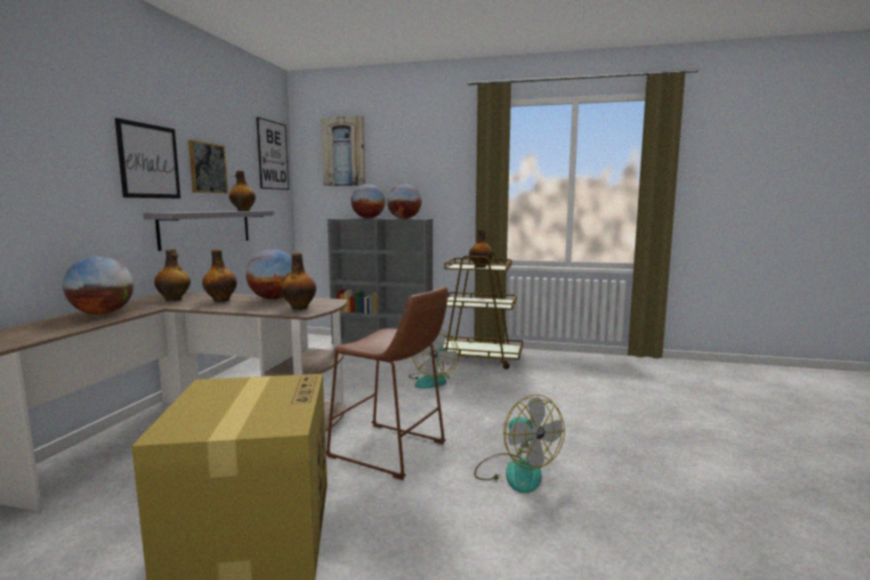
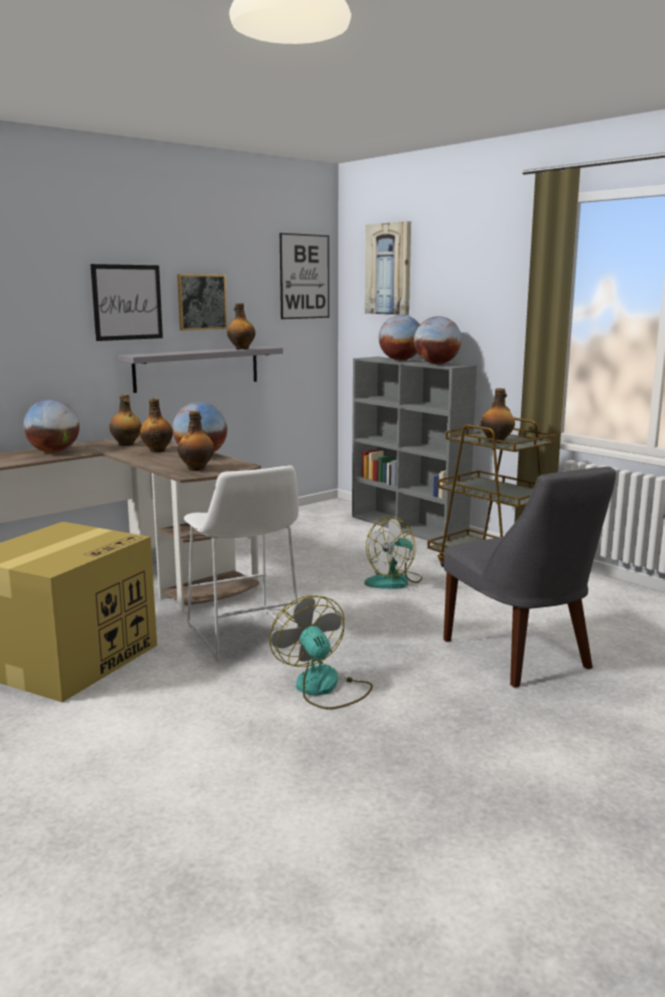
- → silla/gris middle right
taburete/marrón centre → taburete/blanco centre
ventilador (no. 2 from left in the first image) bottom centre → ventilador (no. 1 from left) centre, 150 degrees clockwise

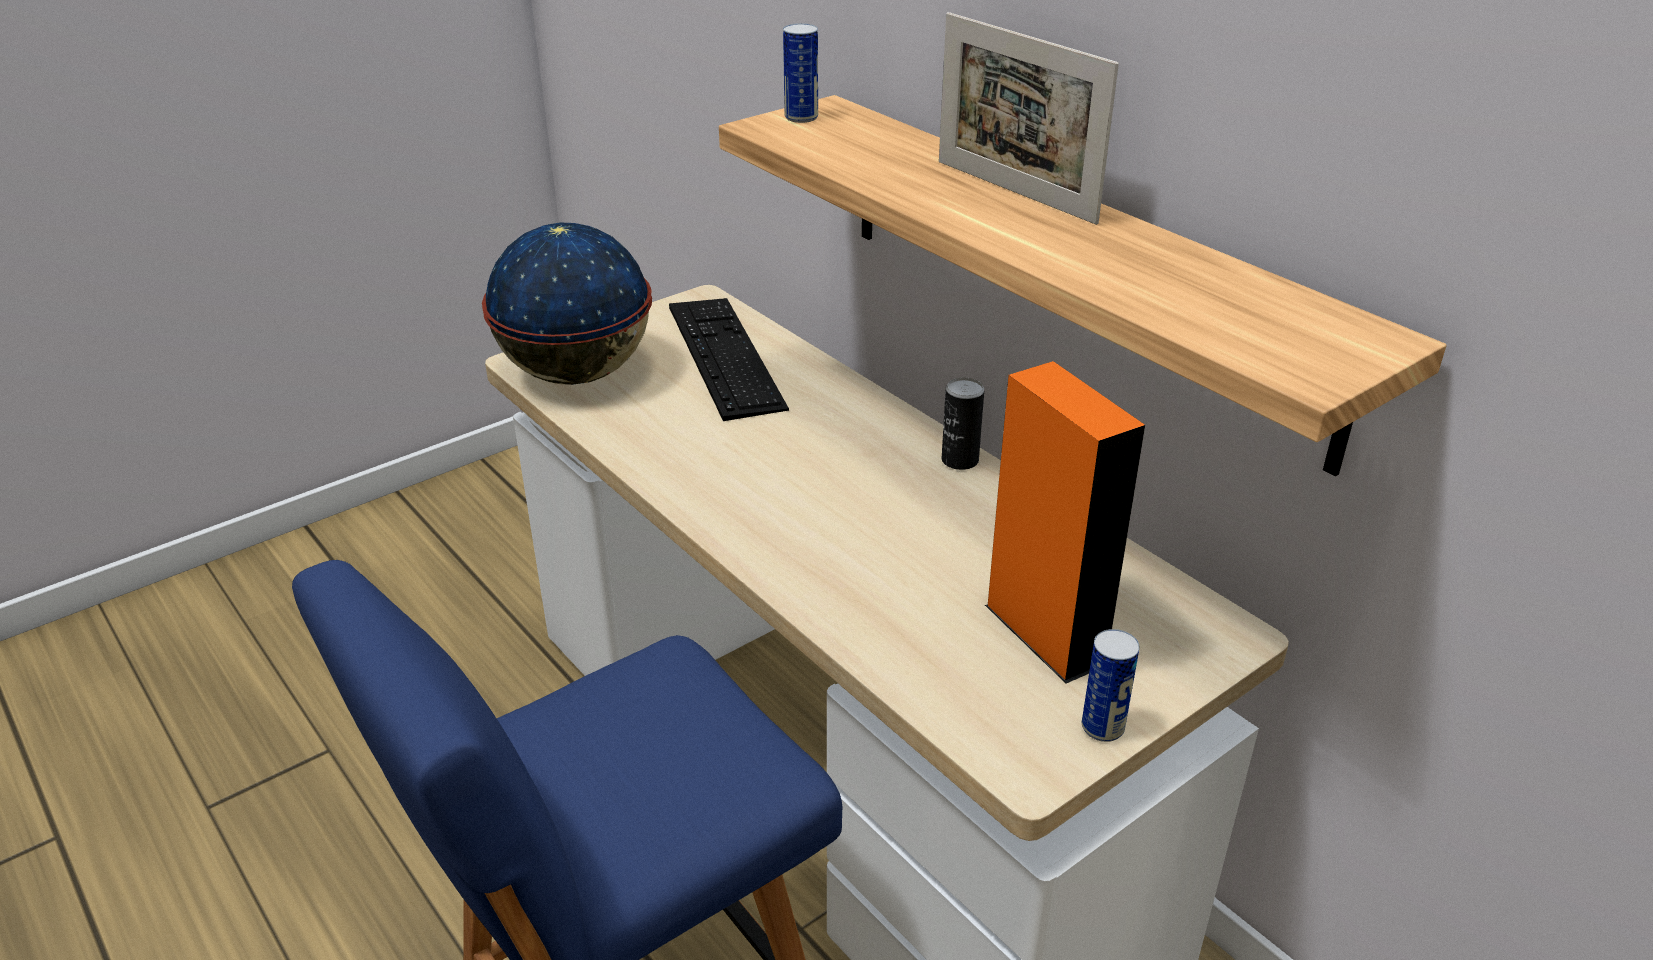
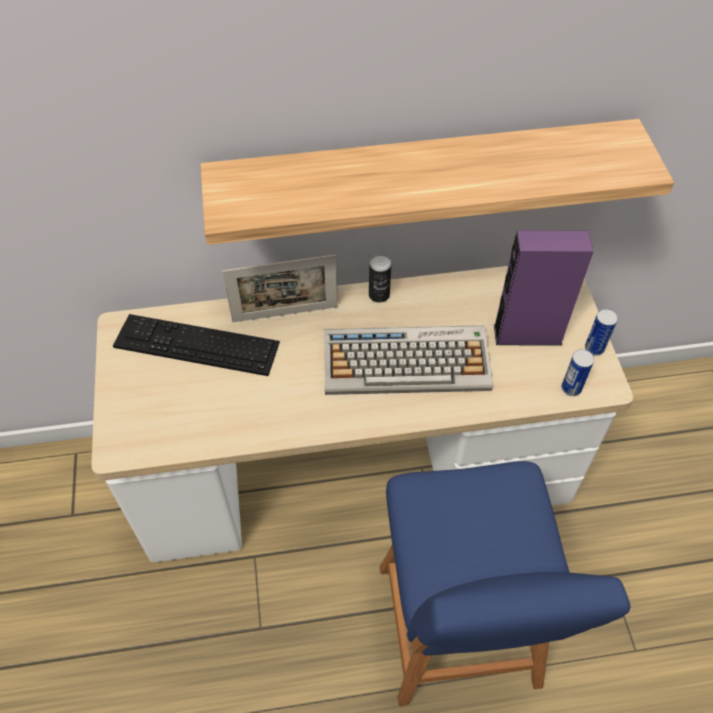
globo terráqueo top centre → -
- → teclado (no. 2 from left) centre
lata (no. 1 from left in the first image) top centre → lata (no. 2 from left) middle right, relocated
portarretratos top centre → portarretratos centre, relocated
altavoz/naranja centre → altavoz/morado middle right

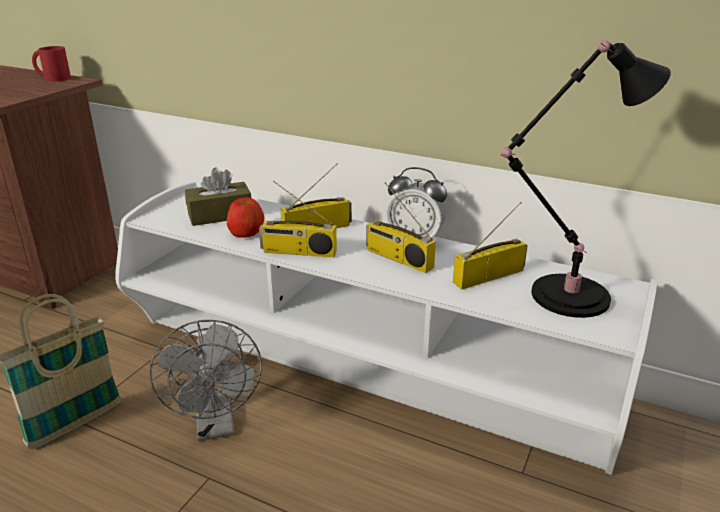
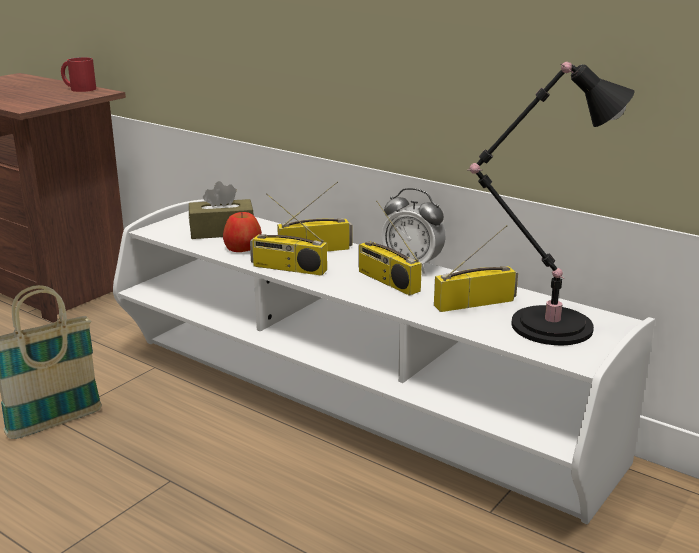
ventilador/gris bottom left → -

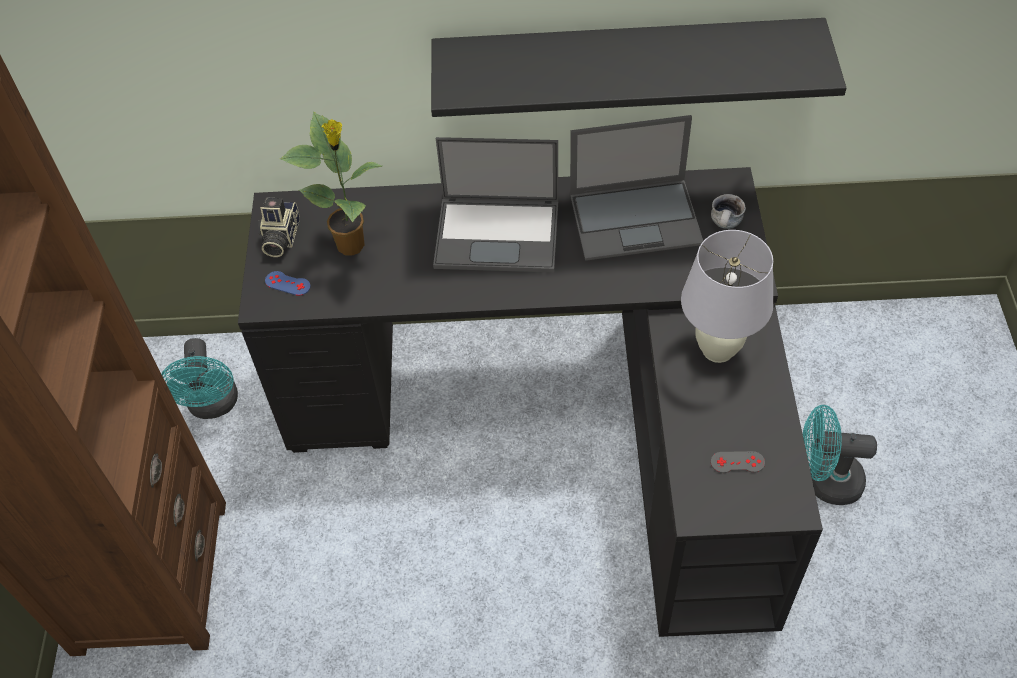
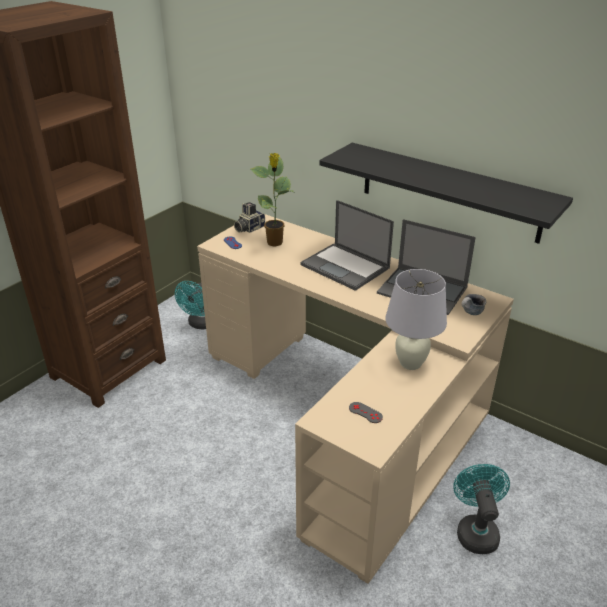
escritorio/negro centre → escritorio/beis centre
ventilador/turquesa (no. 2 from left) bottom right, 45 degrees clockwise

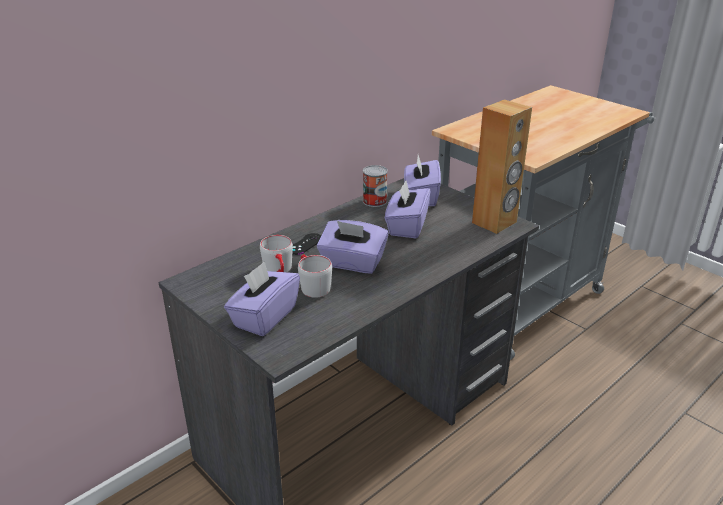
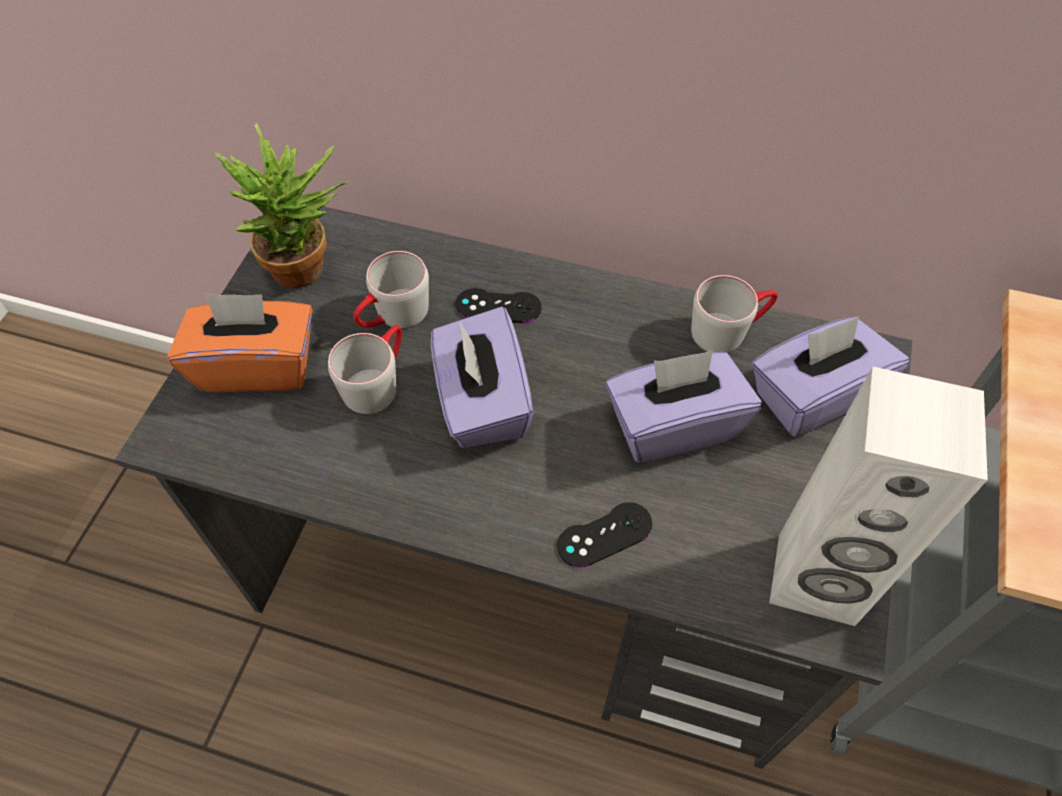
- → planta en maceta top left
- → mando de consola/negro (no. 2 from left) bottom centre
lata centre → taza grande/gris (no. 3 from left) middle right
caja de pañuelos/morado (no. 1 from left) centre → caja de pañuelos/naranja middle left
altavoz/marrón top right → altavoz/blanco middle right

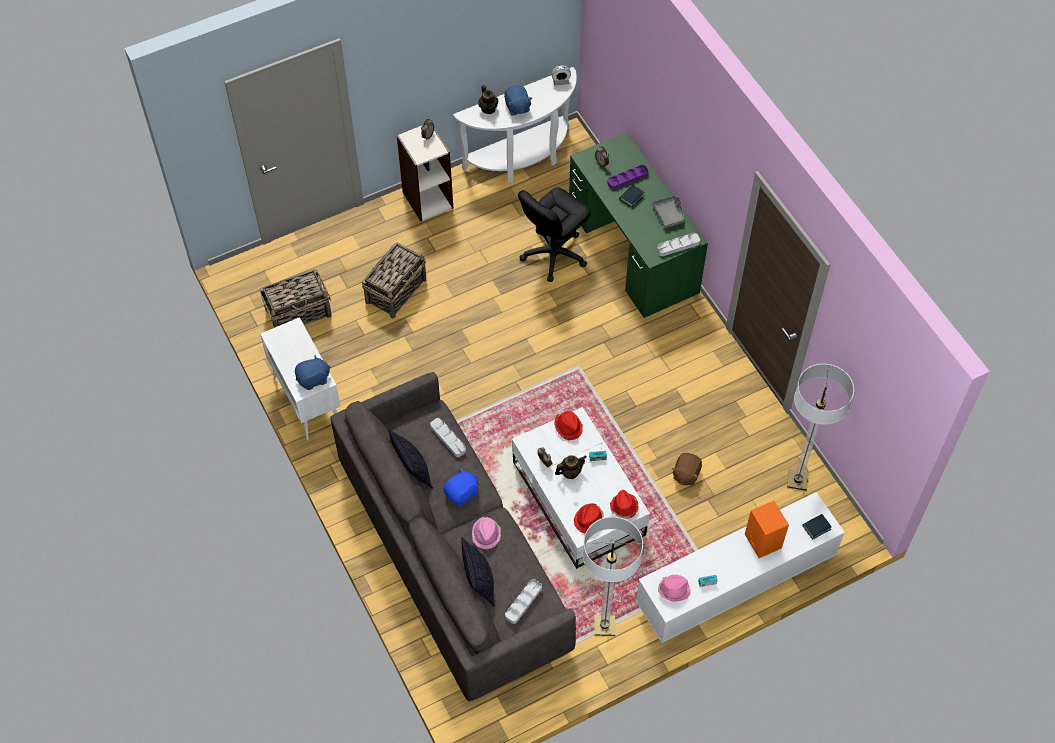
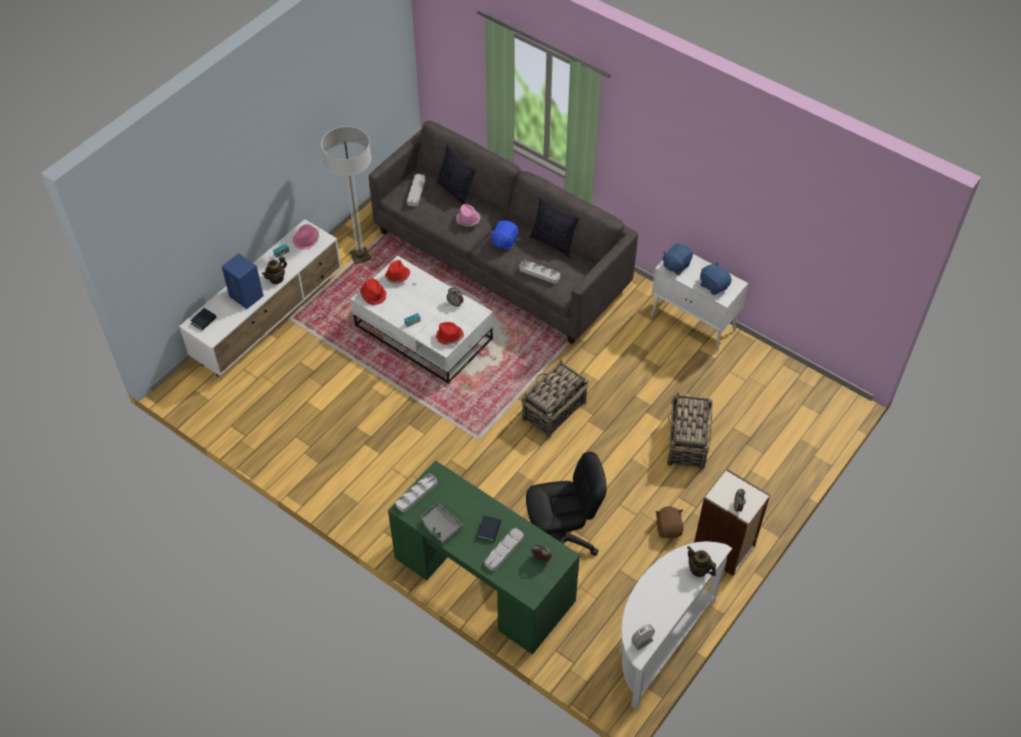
lámpara de pie (no. 2 from left) middle right → -
cesta (no. 1 from left) middle left → cesta (no. 1 from left) centre, relocated
peluche/azul (no. 3 from left) top centre → peluche/azul (no. 3 from left) middle right, relocated
tetera (no. 2 from left in the first image) centre → tetera (no. 1 from left) middle left, relocated
peluche/marrón centre → peluche/marrón bottom centre, relocated
bandeja/morado top centre → bandeja/gris (no. 4 from left) bottom centre
altavoz/naranja bottom right → altavoz/azul middle left
silla de oficina/negro top centre → silla de oficina/negro bottom centre, 60 degrees clockwise

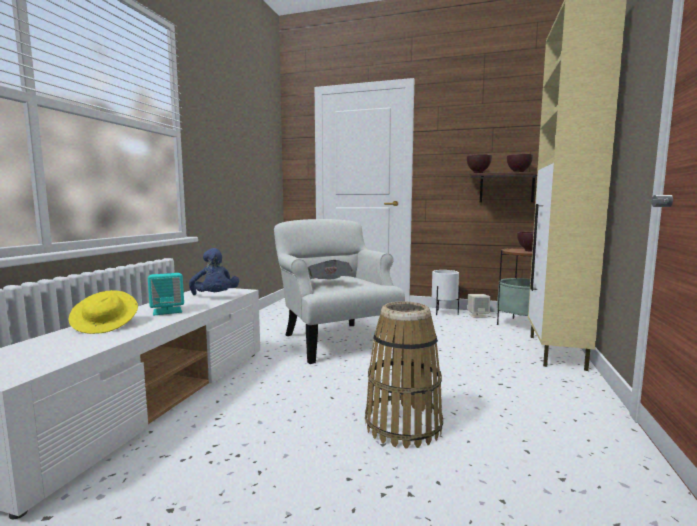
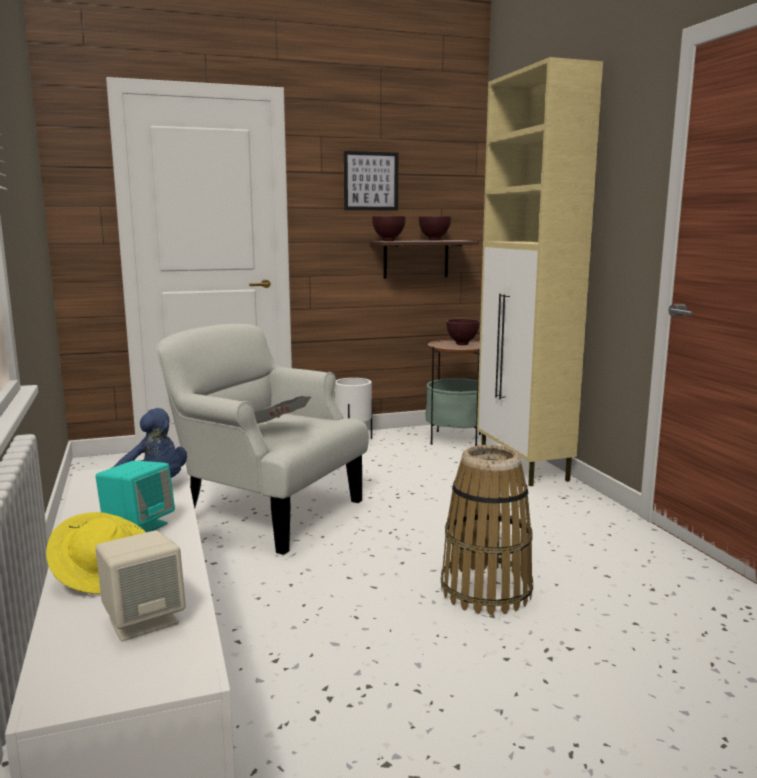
- → cuadro top centre
altavoz/beis middle right → altavoz/beis bottom left, relocated

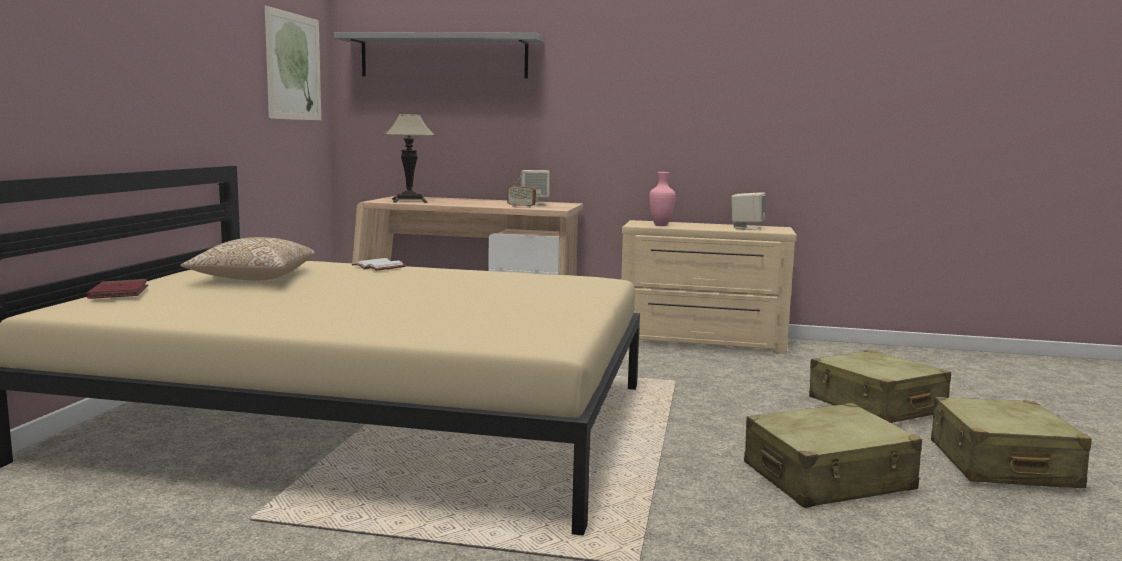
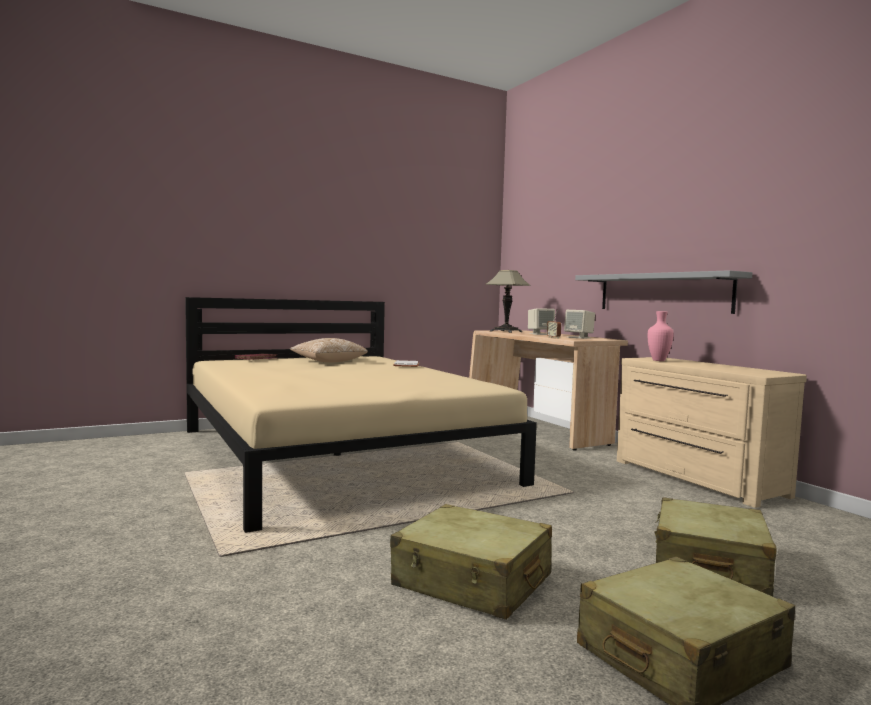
cuadro top left → -
estante/gris top centre → estante/gris middle right, relocated
altavoz/beis (no. 2 from left in the first image) middle right → altavoz/beis (no. 1 from left) centre, relocated

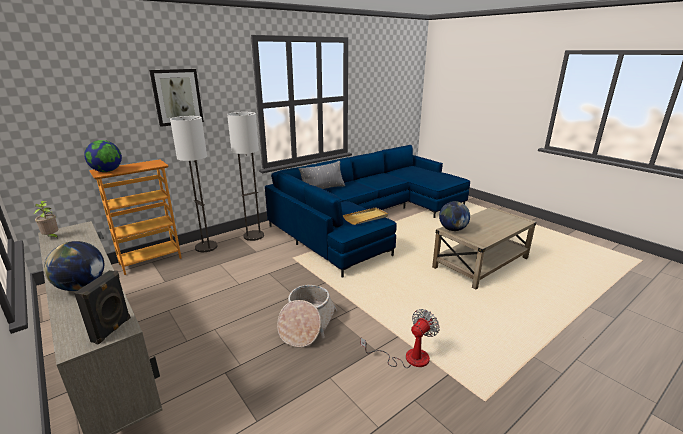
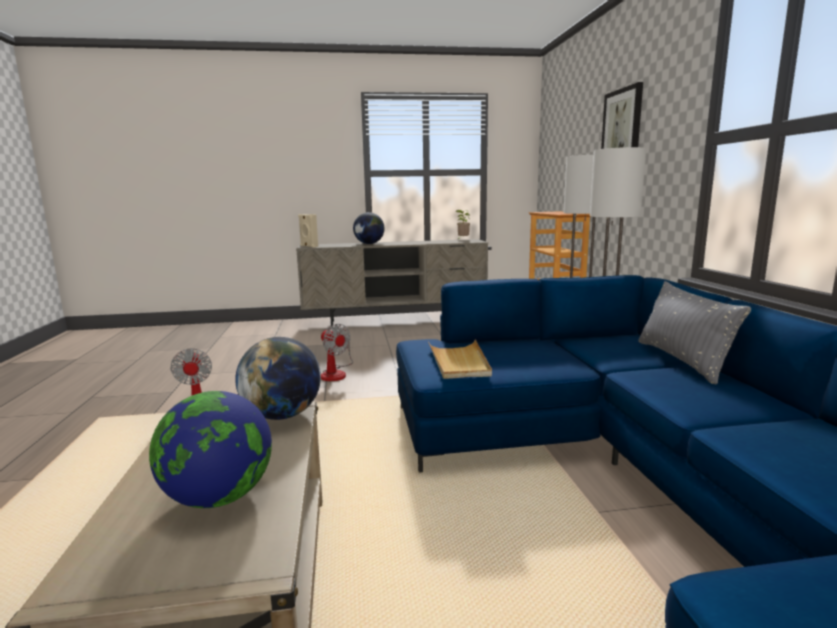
globo terráqueo (no. 2 from left in the first image) middle left → globo terráqueo (no. 1 from left) bottom left, relocated
cesta bottom centre → ventilador (no. 2 from left) centre
altavoz/negro bottom left → altavoz/beis centre

